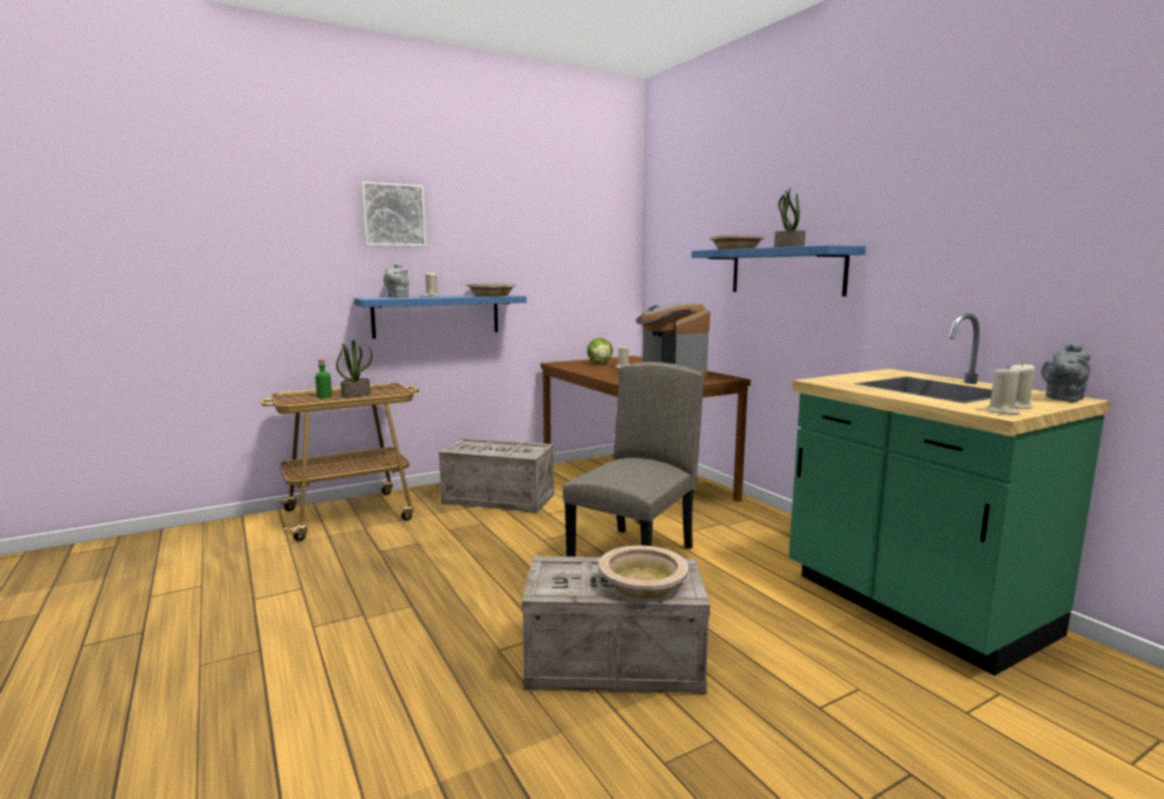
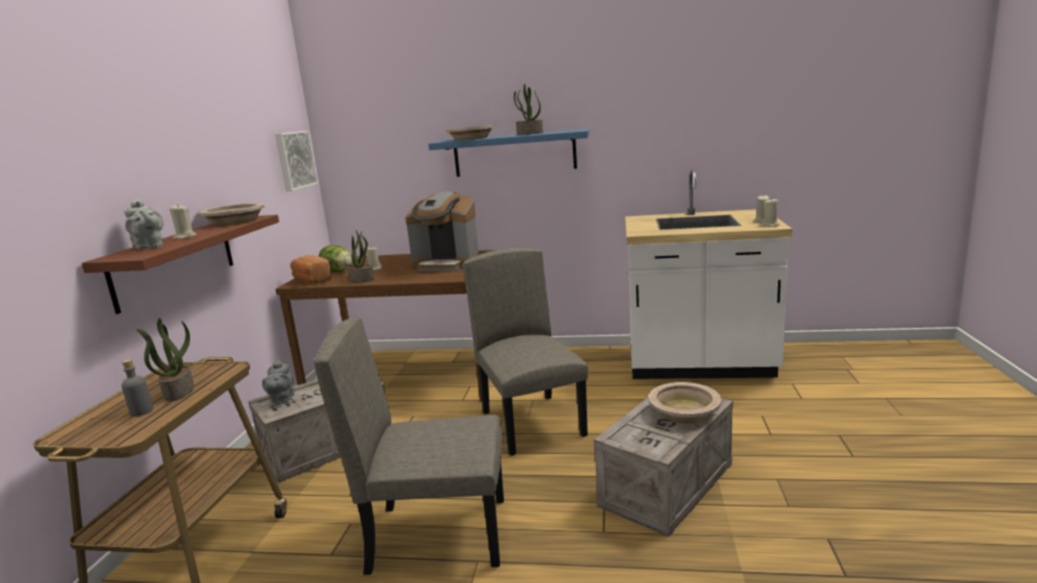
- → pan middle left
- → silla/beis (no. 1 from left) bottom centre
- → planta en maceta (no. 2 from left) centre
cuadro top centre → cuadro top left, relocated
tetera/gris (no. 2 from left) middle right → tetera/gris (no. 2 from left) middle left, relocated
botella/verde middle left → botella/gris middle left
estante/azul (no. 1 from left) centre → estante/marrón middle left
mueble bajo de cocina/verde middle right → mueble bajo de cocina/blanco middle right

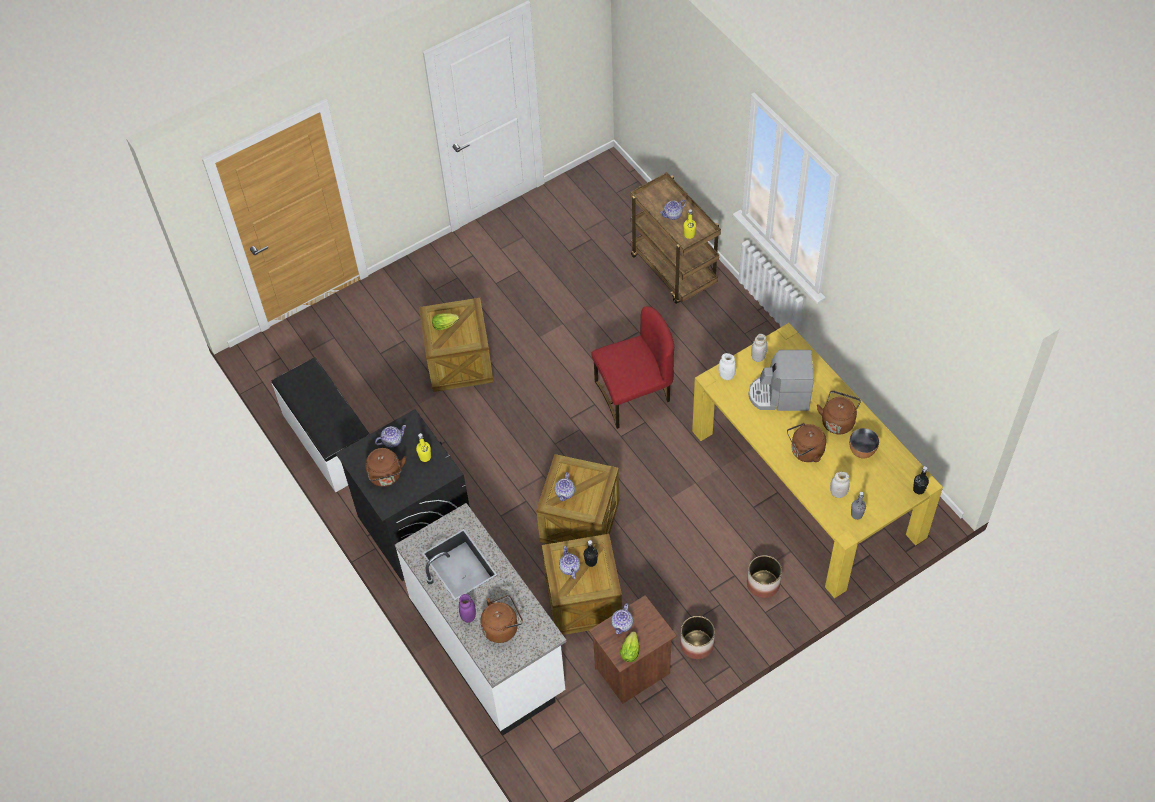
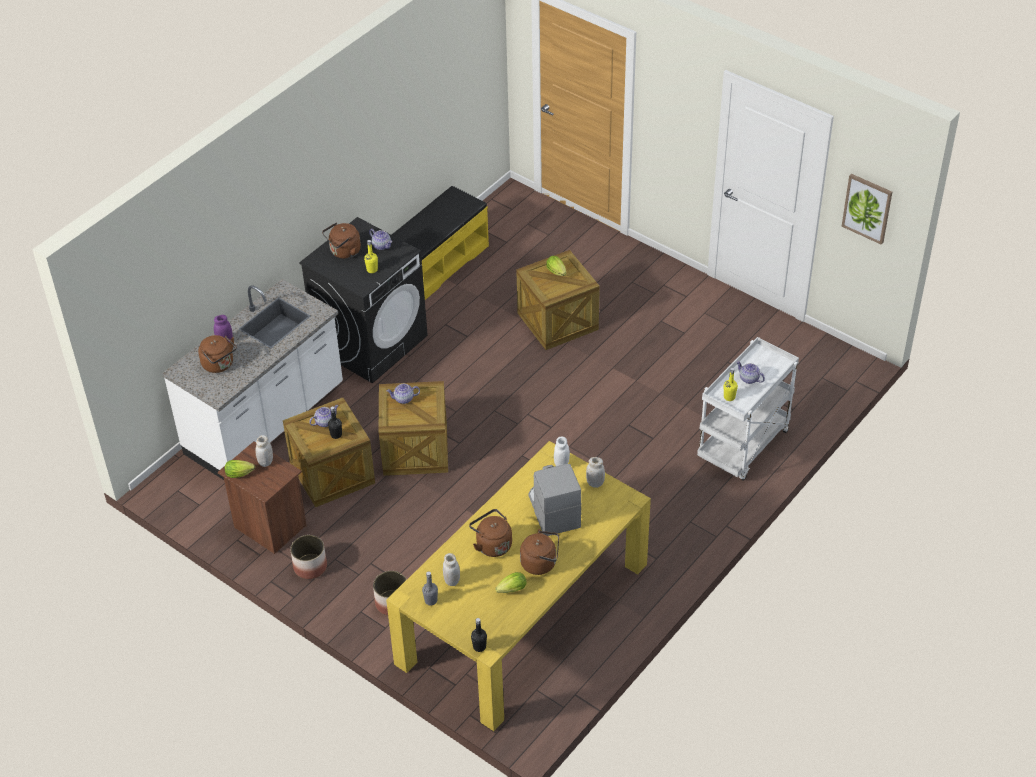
silla/rojo centre → -
- → cuadro top right
tetera (no. 4 from left) bottom centre → tarro/blanco (no. 1 from left) middle left
cuenco middle right → lechuga (no. 2 from left) bottom centre
banco/blanco middle left → banco/amarillo top centre
carrito/marrón top centre → carrito/blanco middle right

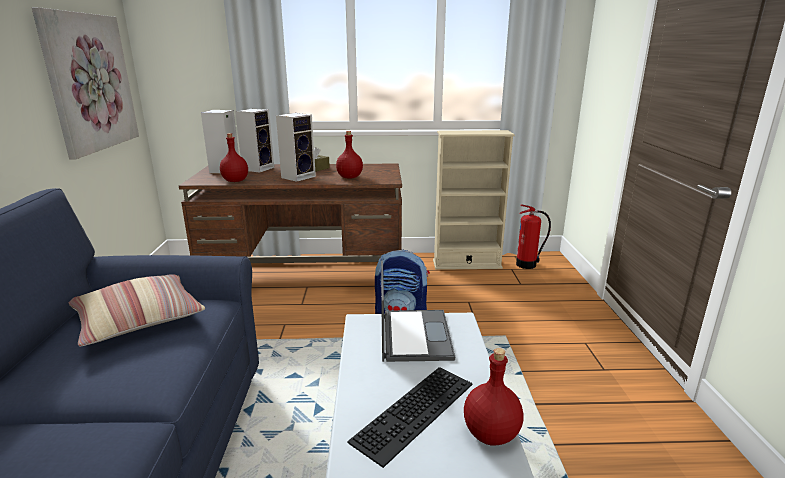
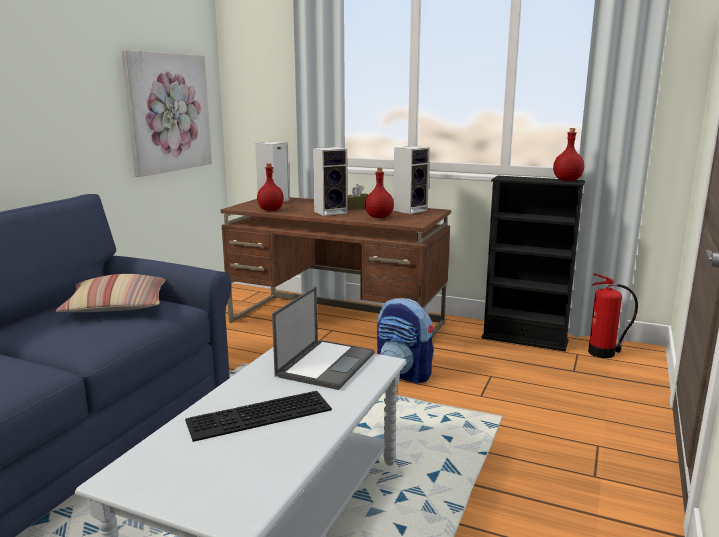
altavoz (no. 2 from left in the first image) top left → altavoz (no. 3 from left) centre, relocated
botella/rojo (no. 3 from left) bottom centre → botella/rojo (no. 3 from left) top right, relocated
estantería/beis centre → estantería/negro middle right

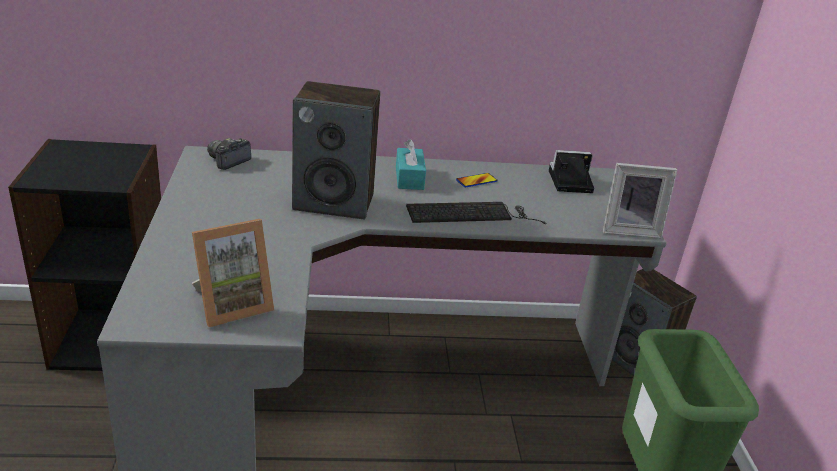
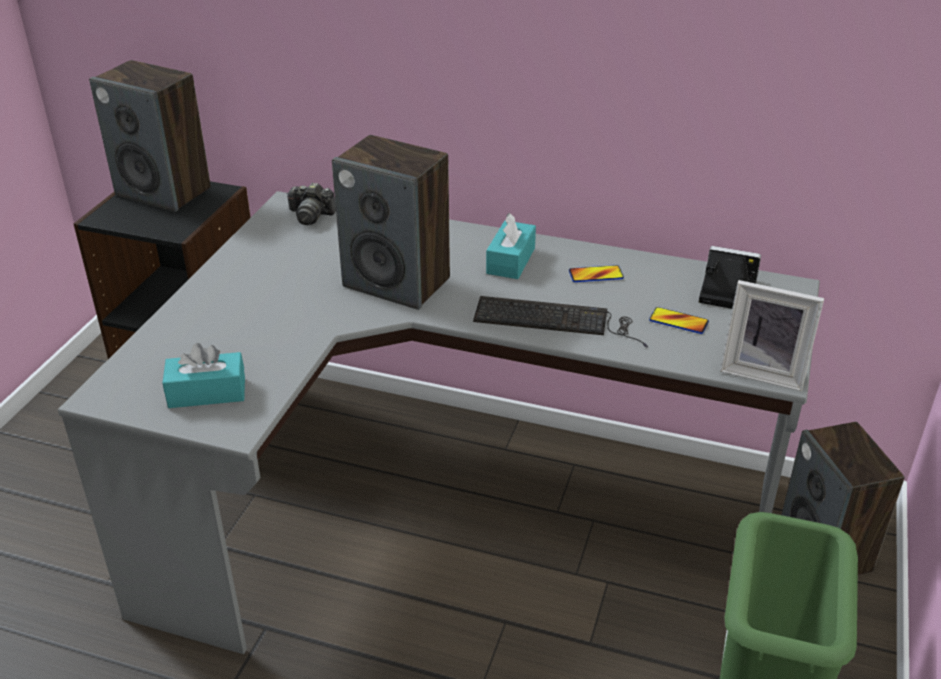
- → altavoz (no. 1 from left) top left
- → móvil (no. 2 from left) middle right
portarretratos (no. 1 from left) middle left → caja de pañuelos/turquesa (no. 1 from left) middle left
cámara (no. 1 from left) top left, 135 degrees counterclockwise

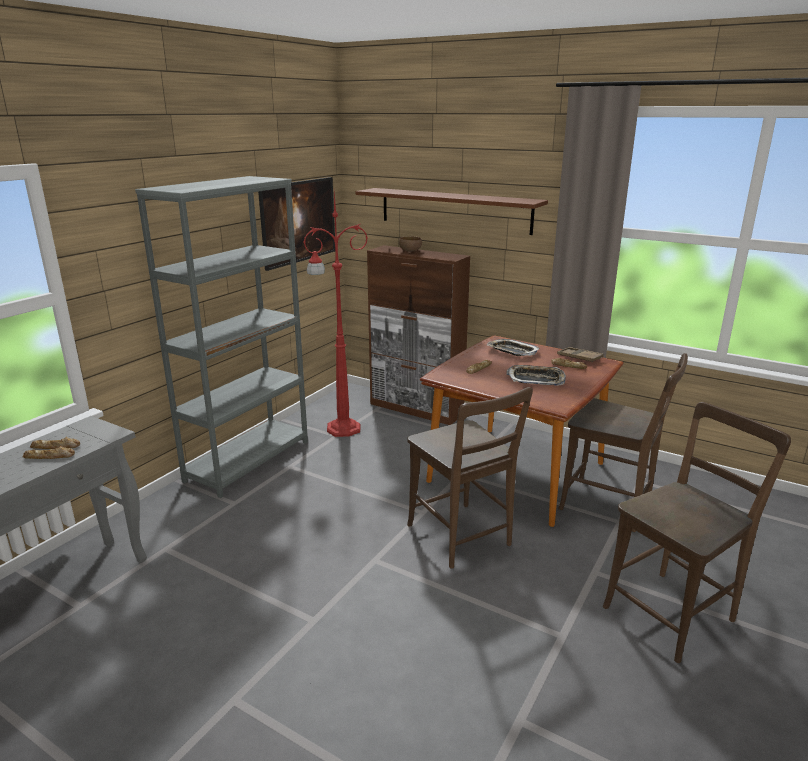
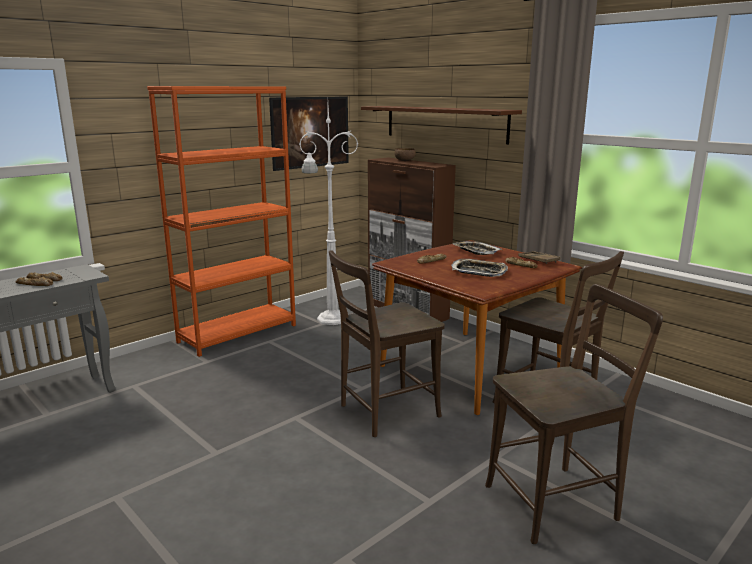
estantería/gris middle left → estantería/naranja middle left
lámpara de pie/rojo centre → lámpara de pie/blanco centre
silla/marrón (no. 1 from left) centre, 75 degrees clockwise

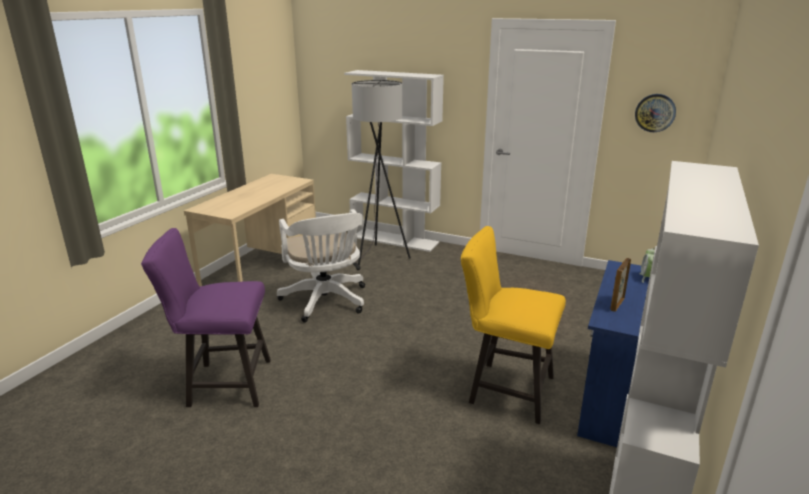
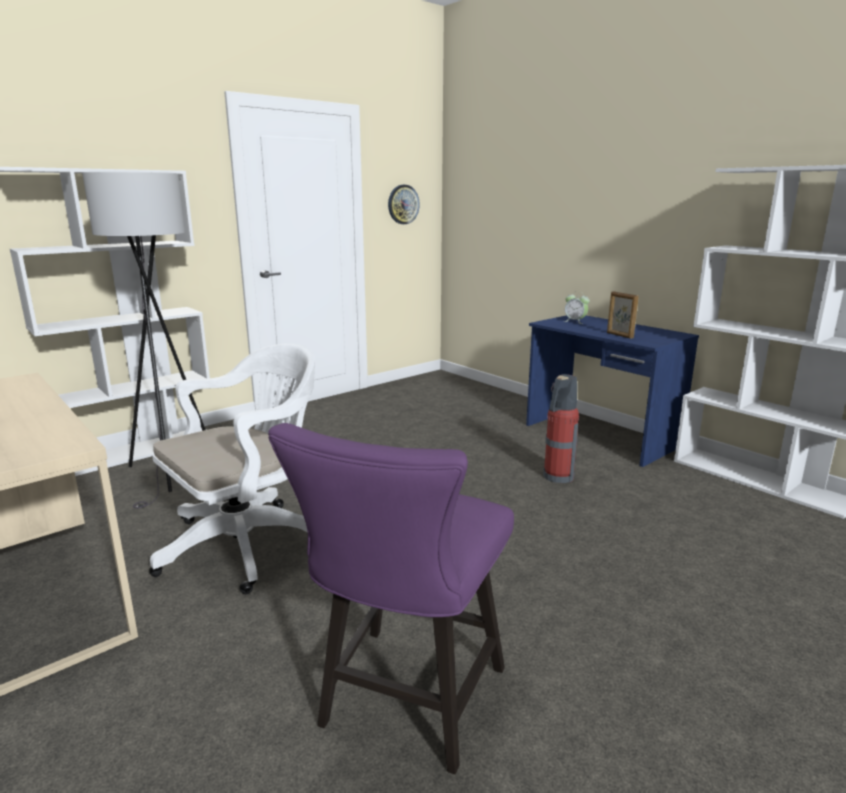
silla/amarillo centre → extintor centre
silla de oficina/blanco centre → silla de oficina/blanco middle left, 45 degrees counterclockwise

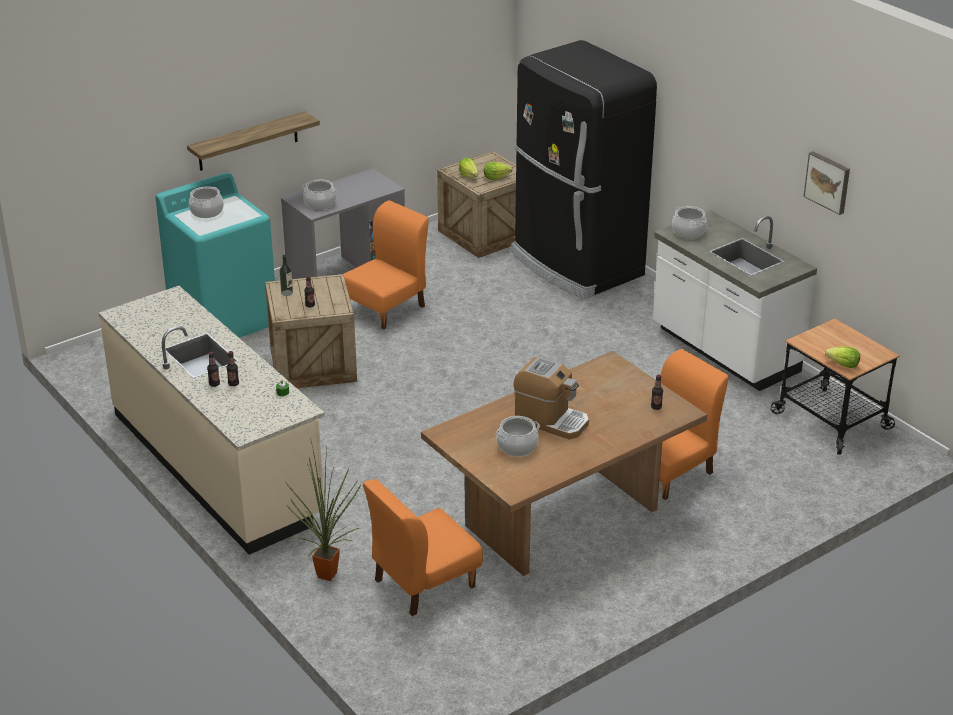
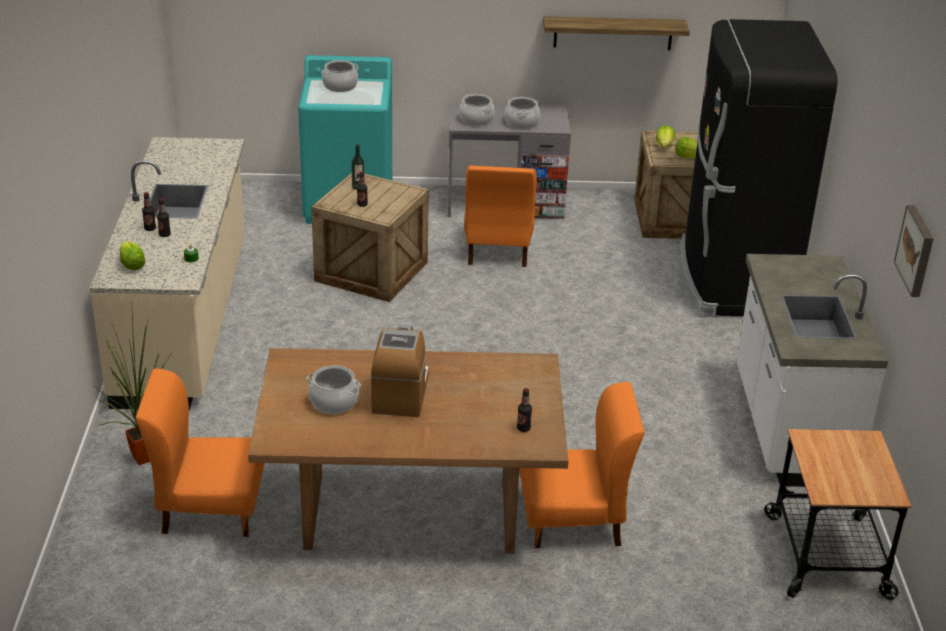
estante top left → estante top centre, relocated
olla (no. 4 from left) top right → olla (no. 4 from left) top centre, relocated
lechuga (no. 3 from left in the first image) middle right → lechuga (no. 1 from left) middle left, relocated
silla/naranja (no. 1 from left in the first image) centre → silla/naranja (no. 2 from left) centre, 105 degrees clockwise
cafetera centre, 150 degrees counterclockwise

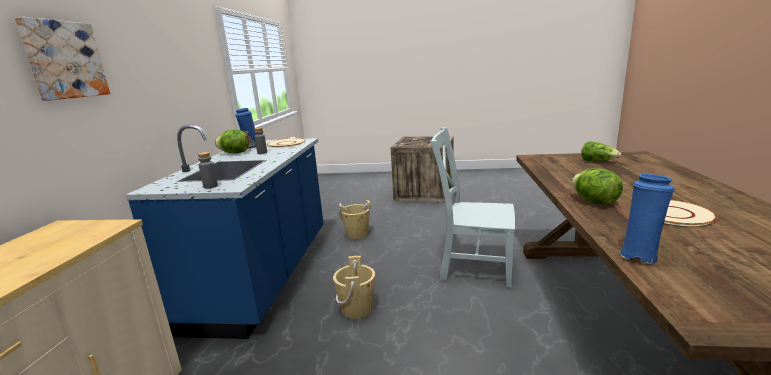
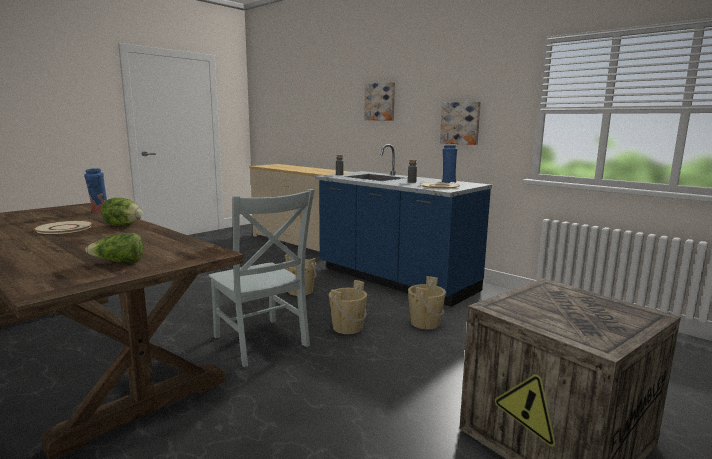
lechuga (no. 1 from left) middle left → -
- → cubo/beis (no. 2 from left) bottom centre
- → cuadro (no. 2 from left) top centre
silla/gris centre, 90 degrees clockwise

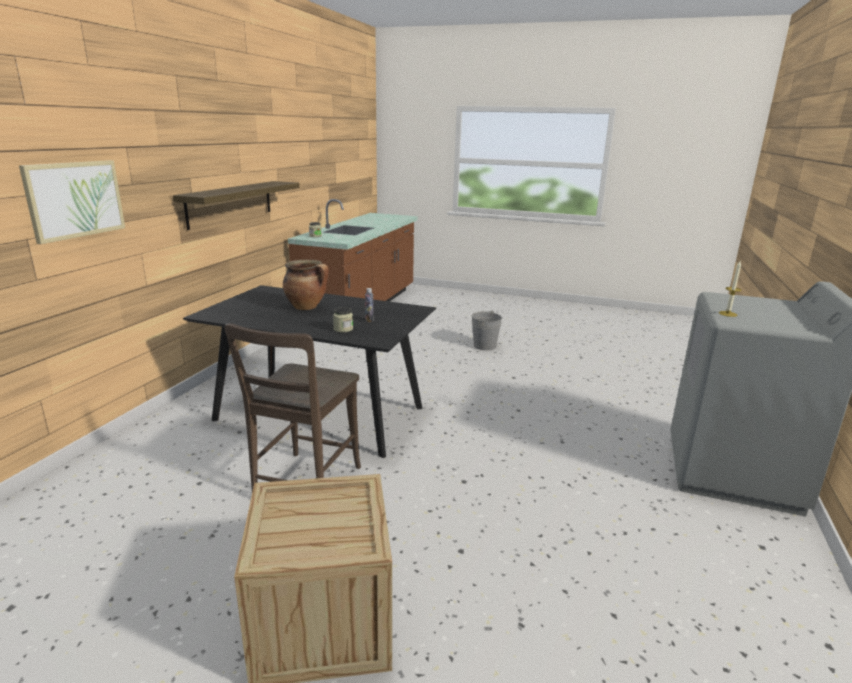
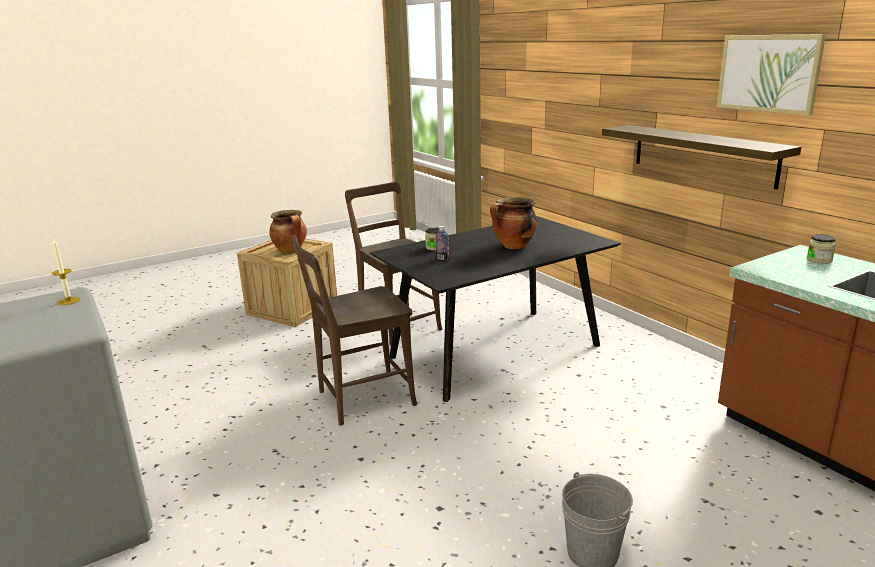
- → olla (no. 1 from left) middle left
- → silla/marrón (no. 1 from left) centre
cuadro top left → cuadro top right, relocated

